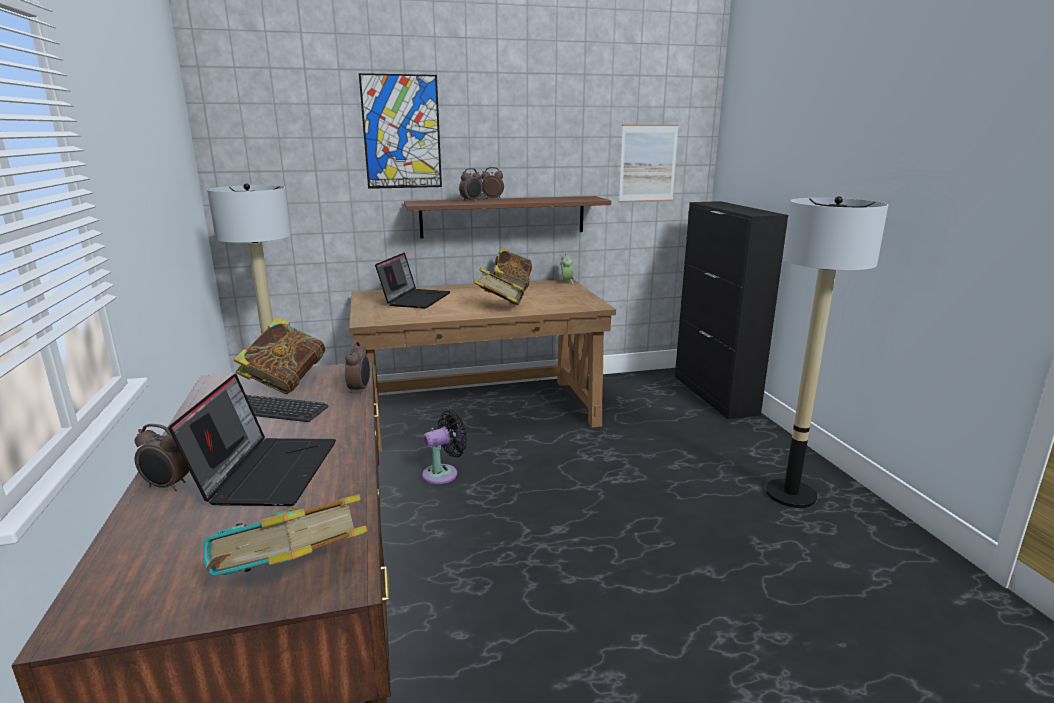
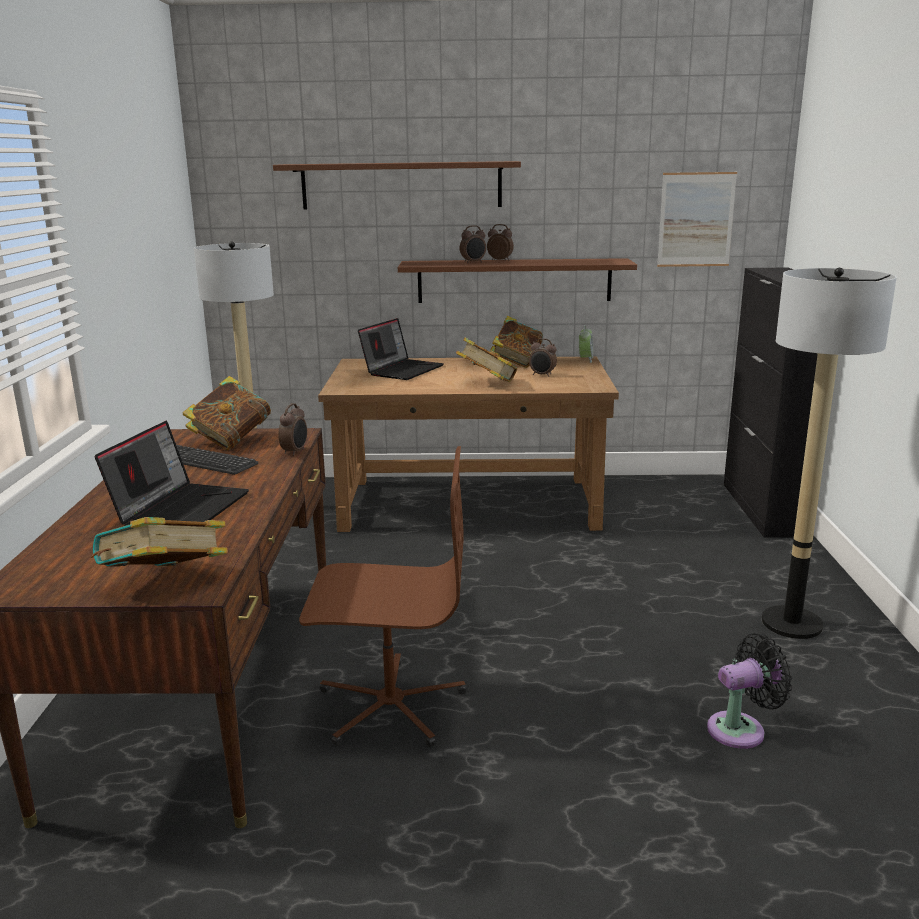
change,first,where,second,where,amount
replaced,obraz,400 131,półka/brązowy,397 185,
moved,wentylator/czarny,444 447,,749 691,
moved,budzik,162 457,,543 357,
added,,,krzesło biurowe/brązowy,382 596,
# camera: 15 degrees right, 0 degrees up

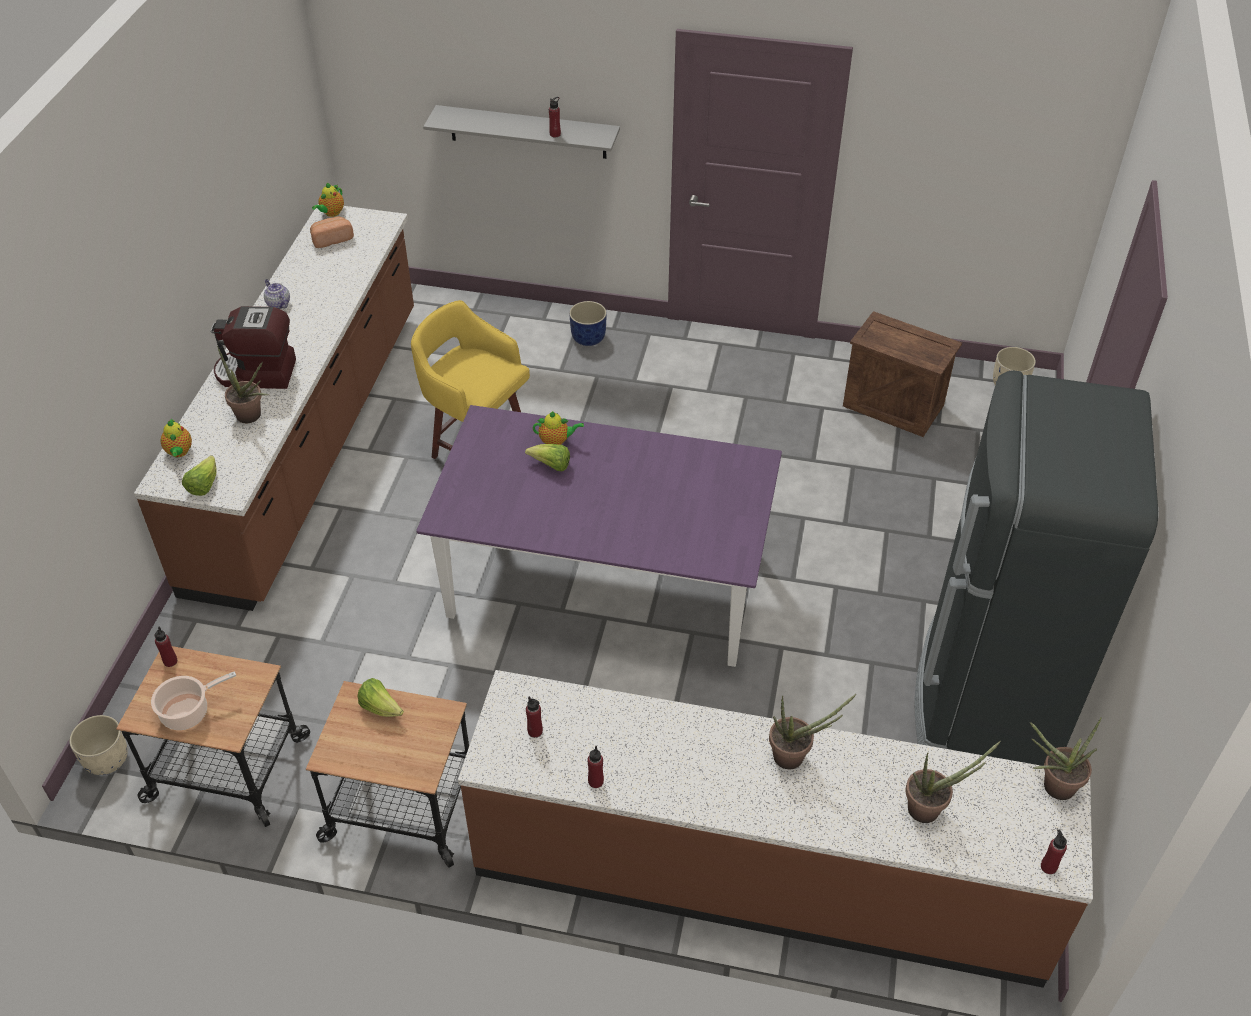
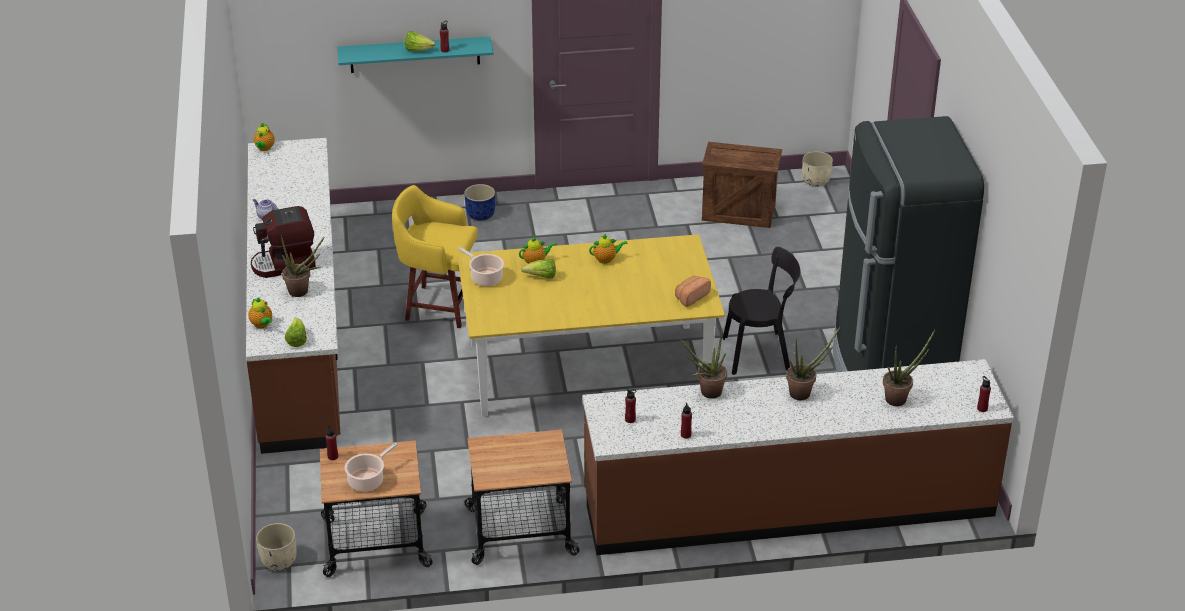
change,first,where,second,where,amount
recoloured,półka/szary,521 132,półka/turkusowy,415 54,
moved,chleb,332 232,,693 291,
recoloured,stół jadalny/fioletowy,599 536,stół jadalny/żółty,591 325,
moved,sałata,381 697,,420 41,
moved,roślina doniczkowa,1066 758,,703 364,
added,,,imbryk,608 249,
added,,,garnek,481 266,
added,,,krzesło/czarny,761 311,
# camera: 20 degrees left, 10 degrees down

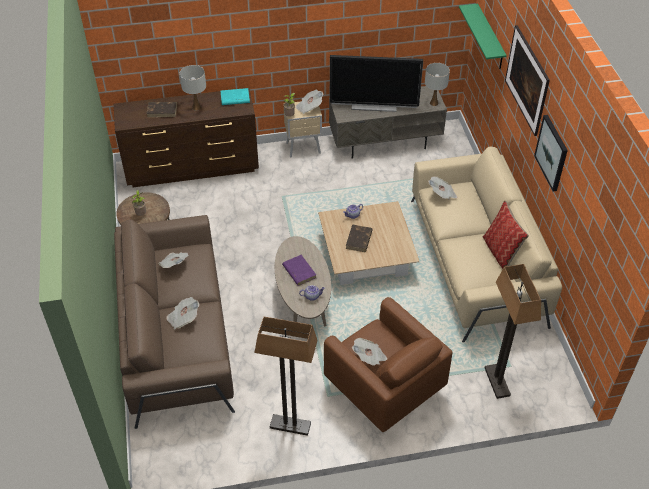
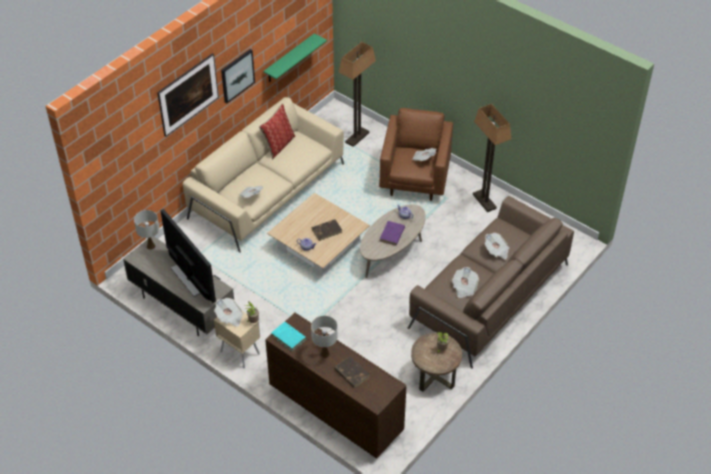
change,first,where,second,where,amount
moved,półka/zielony,483 36,,295 57,
# camera: 130 degrees left, 0 degrees up

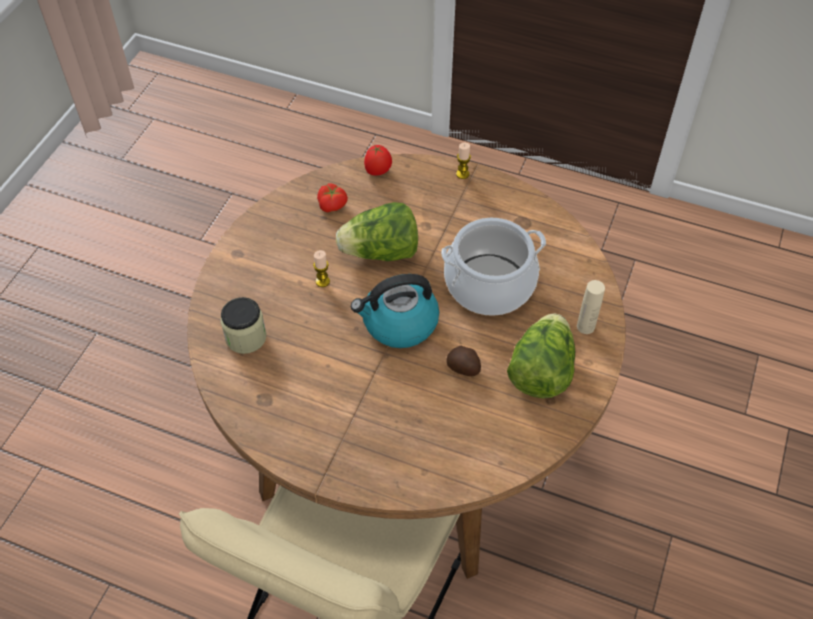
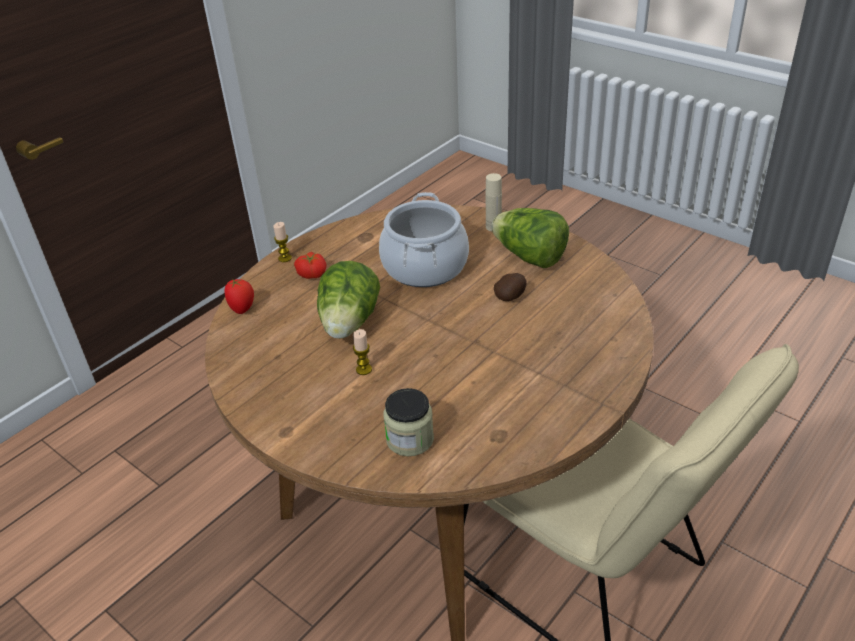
change,first,where,second,where,amount
moved,pomidor,332 197,,310 265,
removed,czajnik,395 311,,,
# camera: 70 degrees left, 15 degrees down

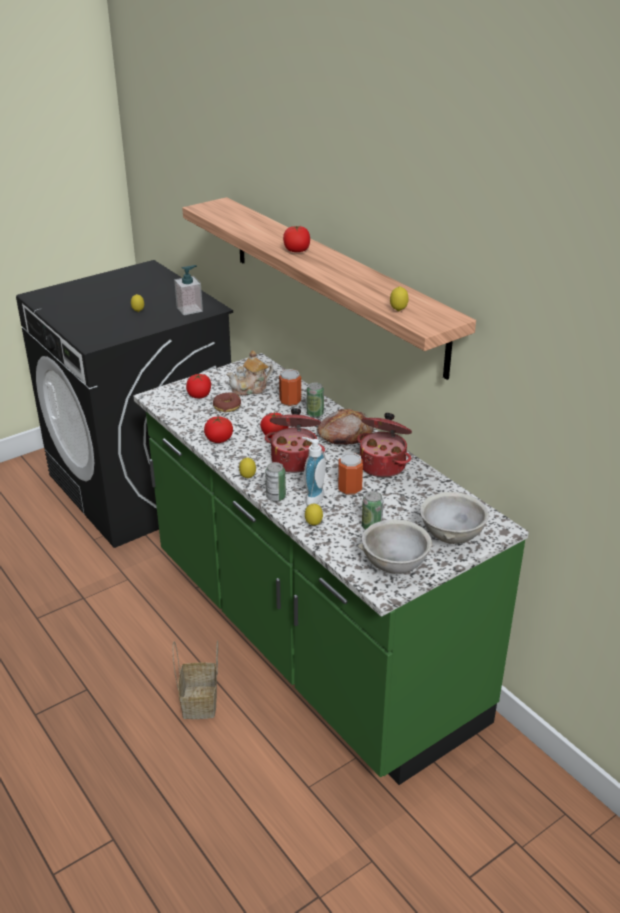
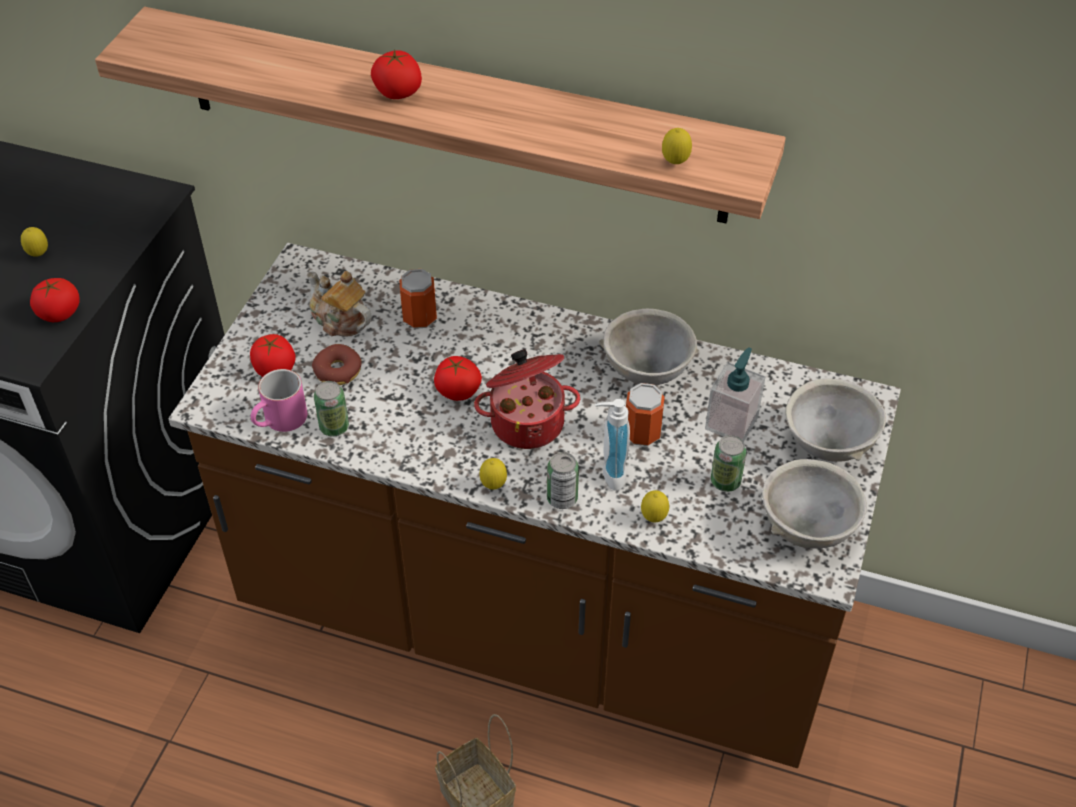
change,first,where,second,where,amount
moved,dozownik mydła,188 290,,735 394,
turned,imbryk,249 373,,339 304,105 degrees clockwise
recoloured,zabudowa kuchenna/zielony,331 569,zabudowa kuchenna/brązowy,535 505,
moved,puszka,315 399,,331 409,
removed,chleb,345 426,,,
replaced,garnek,384 445,miska/szary,649 347,
moved,pomidor,218 429,,55 300,
added,,,kubek/różowy,279 400,
# camera: 35 degrees left, 15 degrees up

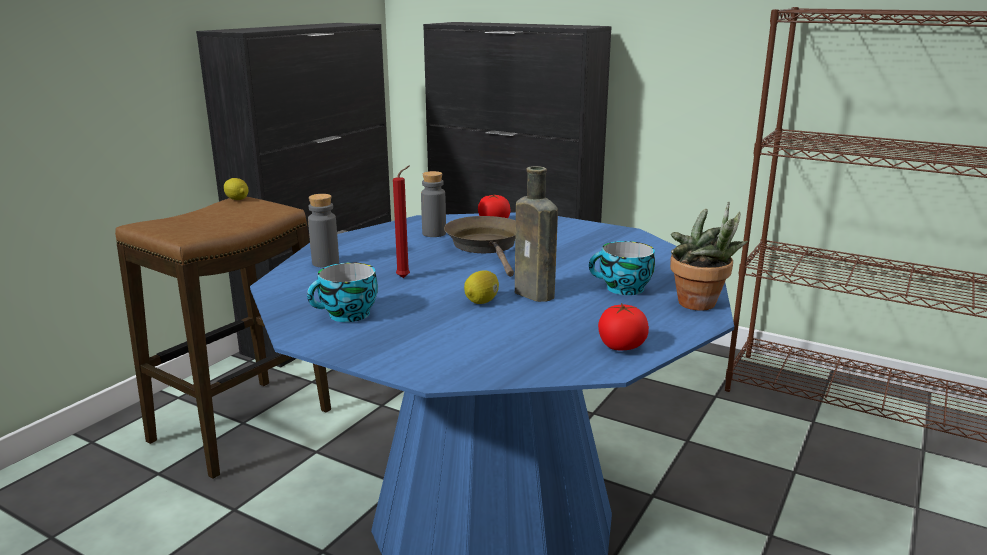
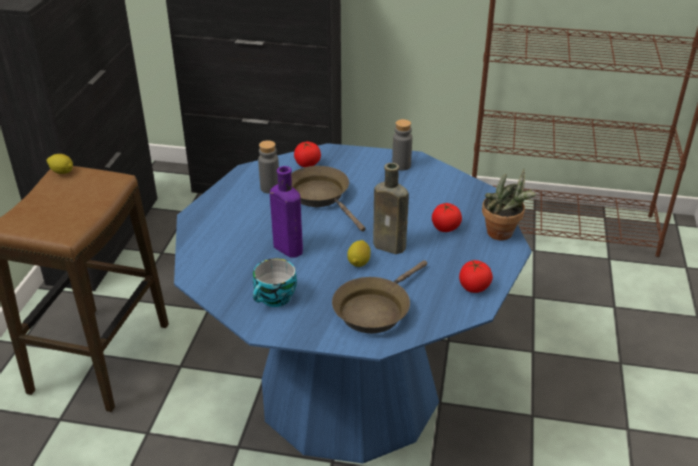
change,first,where,second,where,amount
replaced,świeca/czerwony,401 222,butelka/fioletowy,286 211,
moved,butelka/szary,323 231,,402 145,
replaced,filiżanka,622 268,pomidor,447 217,
added,,,patelnia/brązowy,379 296,
# camera: 20 degrees left, 15 degrees up

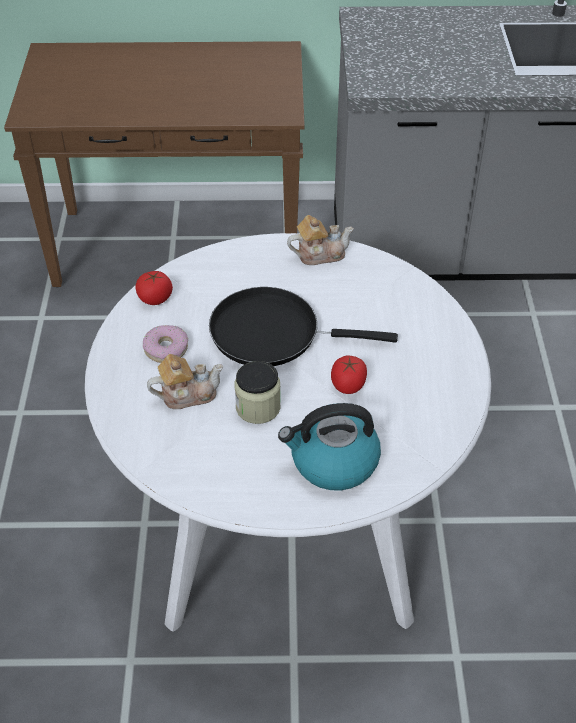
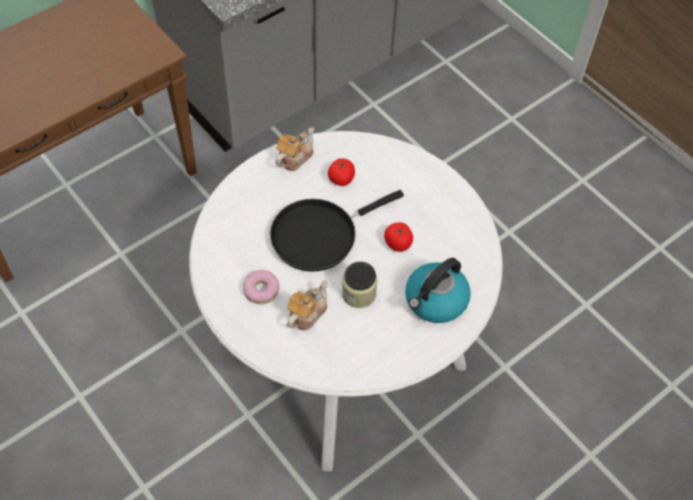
change,first,where,second,where,amount
moved,pomidor,154 288,,341 172,
# camera: 40 degrees left, 10 degrees up

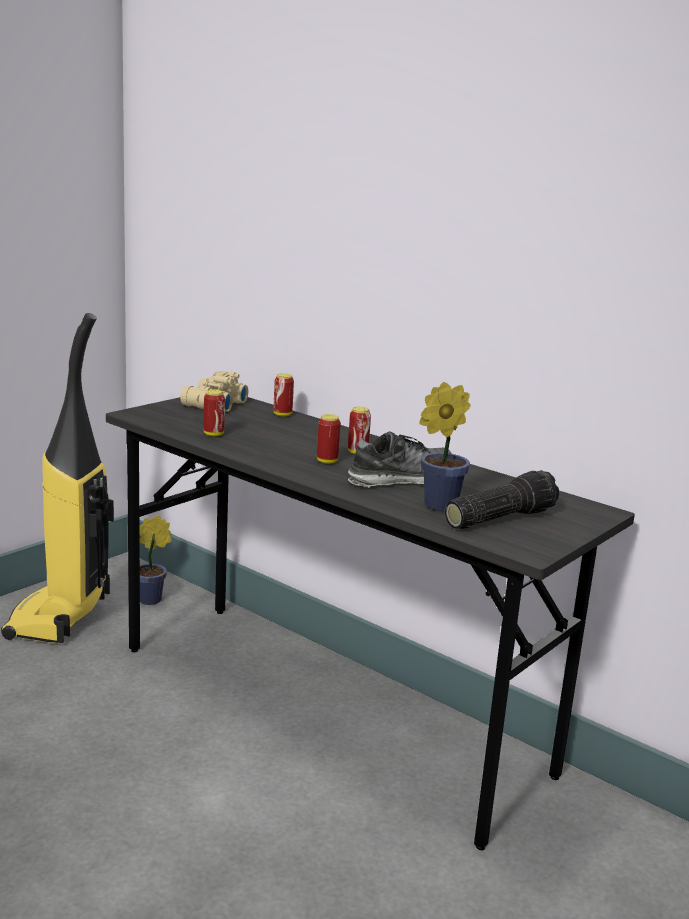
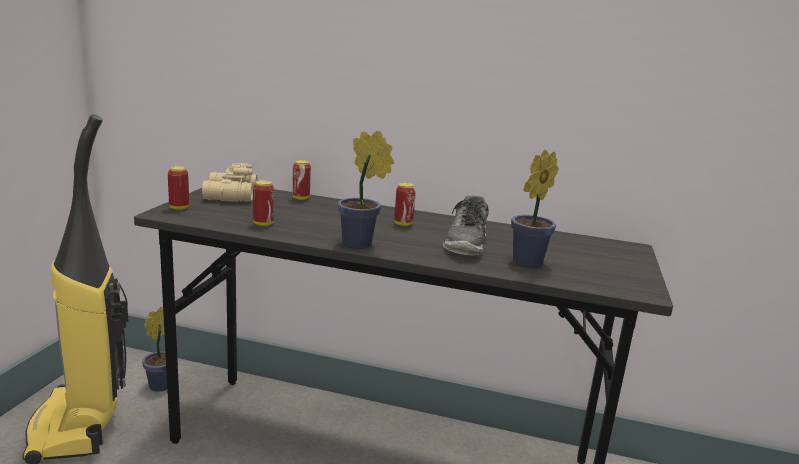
change,first,where,second,where,amount
moved,puszka,329 439,,178 188,
turned,but,400 459,,466 225,150 degrees clockwise
removed,latarka,502 499,,,
added,,,roślina doniczkowa,366 189,
# camera: 25 degrees left, 0 degrees up

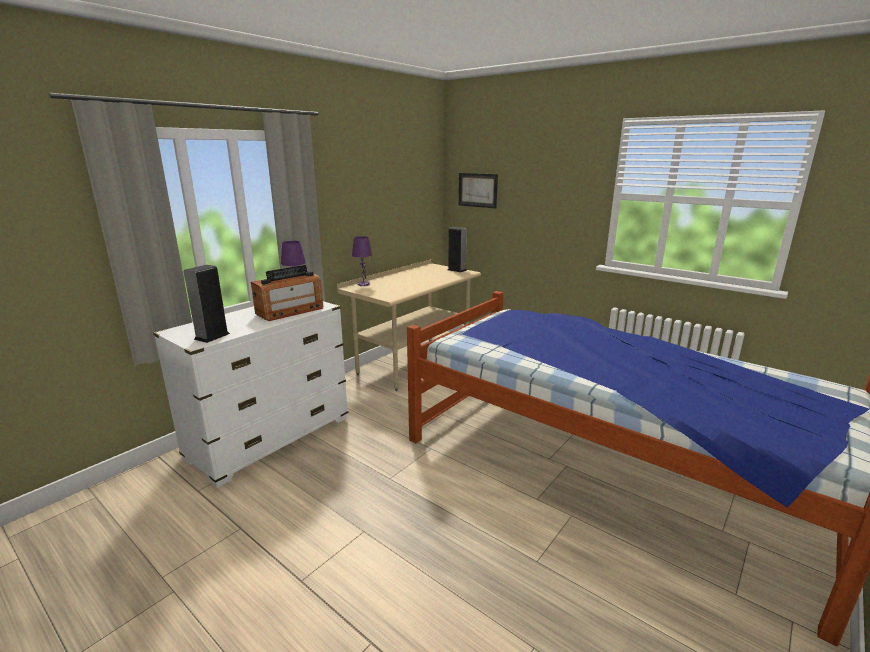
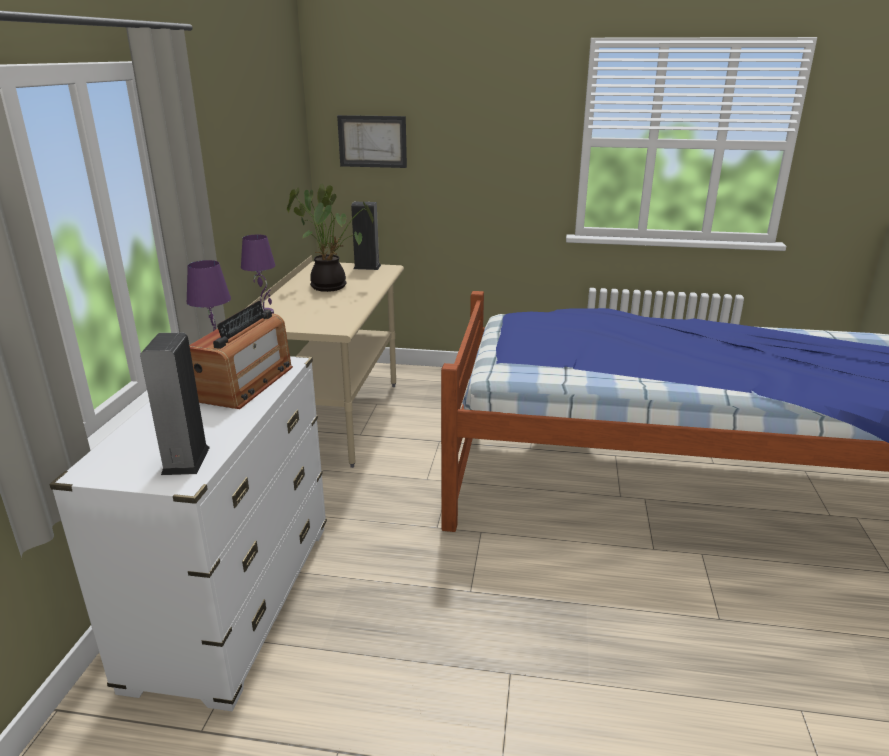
change,first,where,second,where,amount
added,,,roślina doniczkowa,330 238,
# camera: 30 degrees left, 5 degrees up

